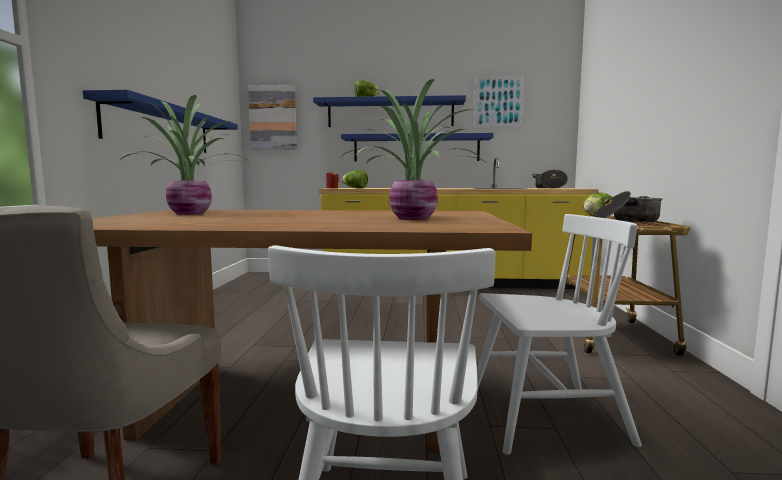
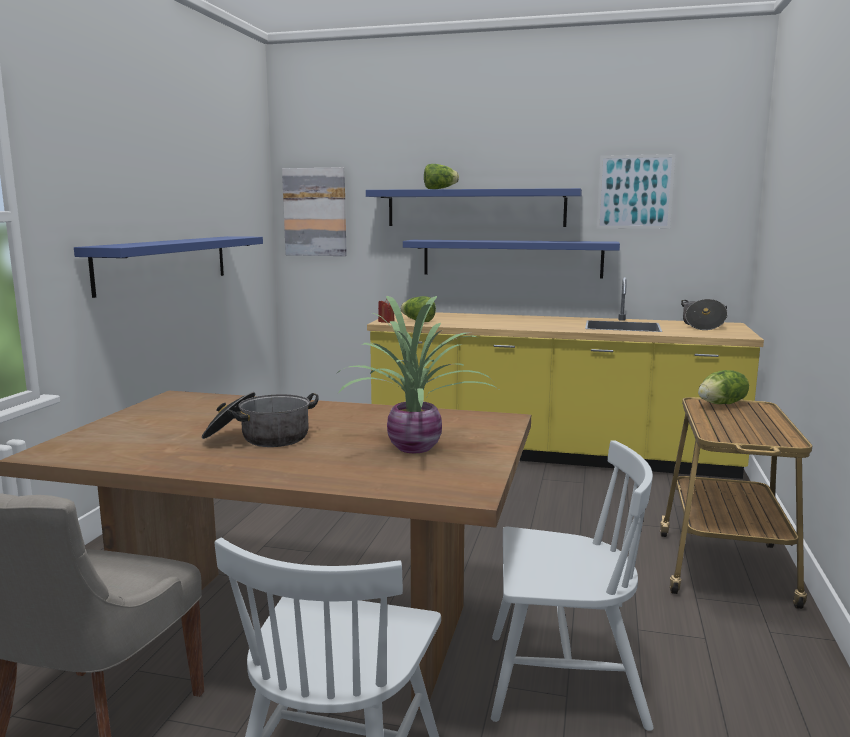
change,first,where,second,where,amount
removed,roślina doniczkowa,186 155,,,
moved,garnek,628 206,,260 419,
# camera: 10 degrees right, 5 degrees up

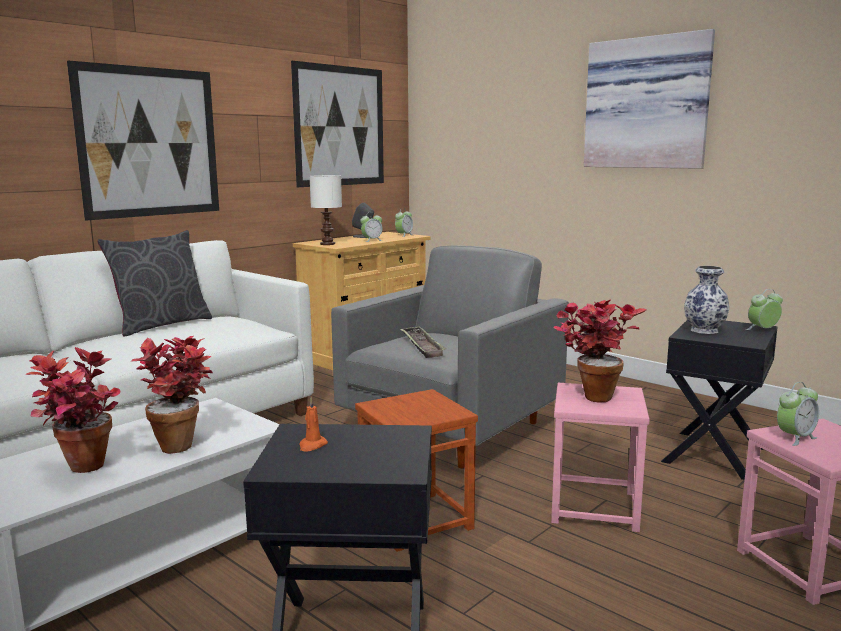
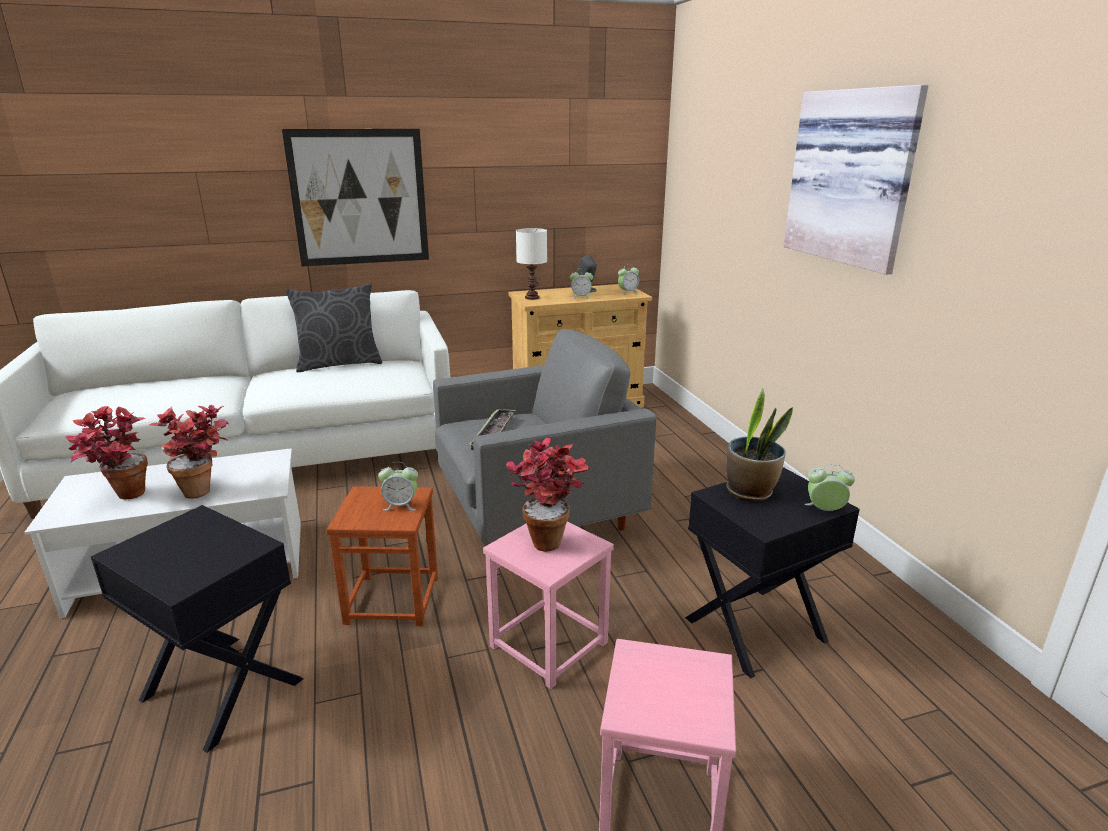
change,first,where,second,where,amount
removed,obraz,337 124,,,
replaced,wazon,706 300,roślina doniczkowa,759 445,
moved,budzik,798 414,,398 486,
removed,świeca/pomarańczowy,313 424,,,
# camera: 30 degrees right, 10 degrees up

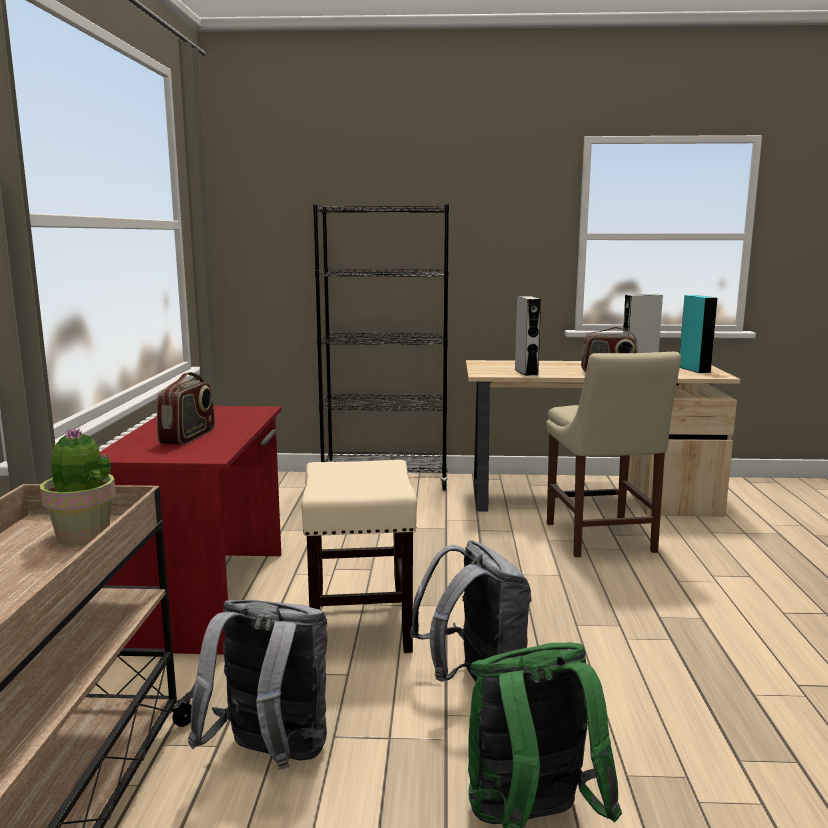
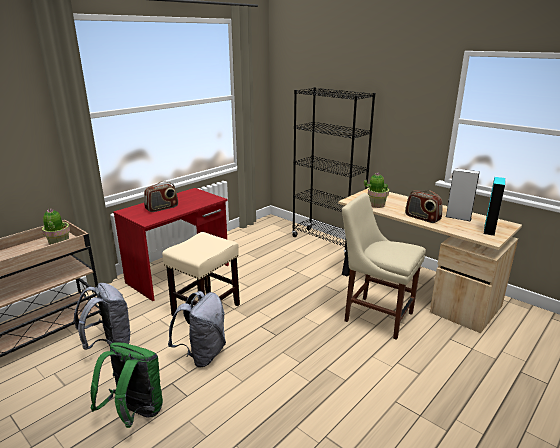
change,first,where,second,where,amount
replaced,głośnik/szary,527 336,roślina doniczkowa,376 190,
turned,krzesło/beżowy,613 454,,384 266,90 degrees clockwise
# camera: 40 degrees right, 10 degrees up

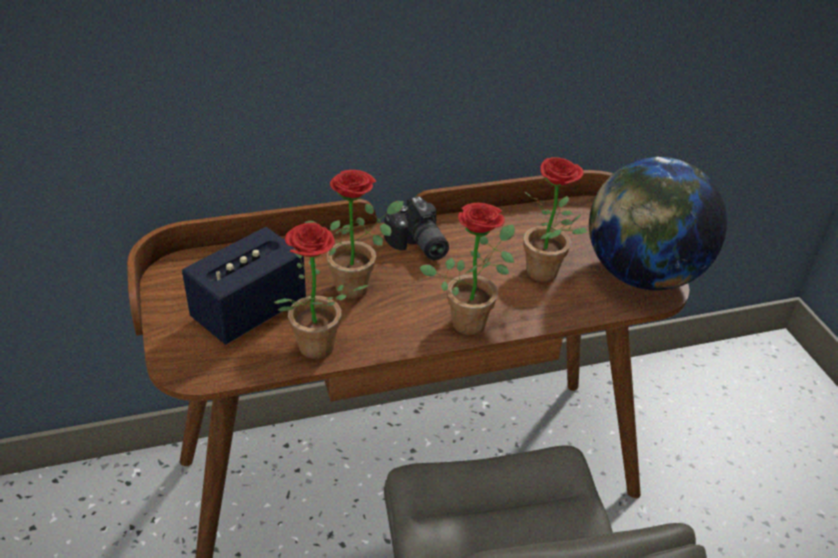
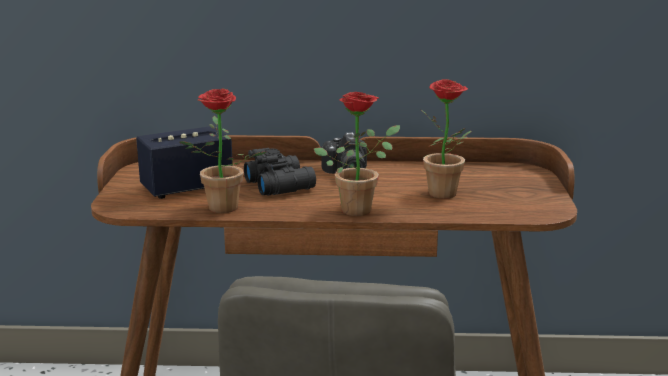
change,first,where,second,where,amount
removed,globus,658 223,,,
replaced,roślina doniczkowa,354 234,lornetka/czarny,280 172,
# camera: 20 degrees right, 20 degrees down

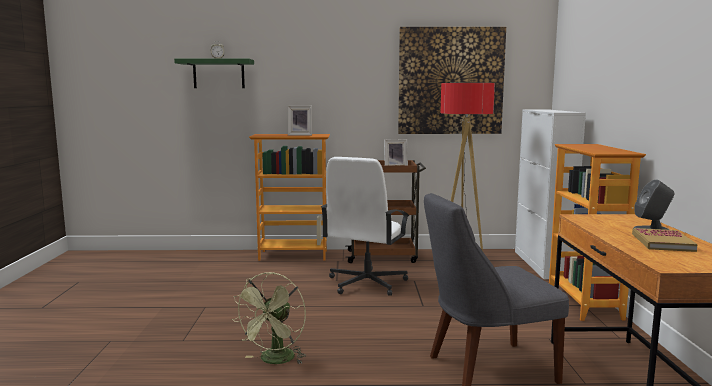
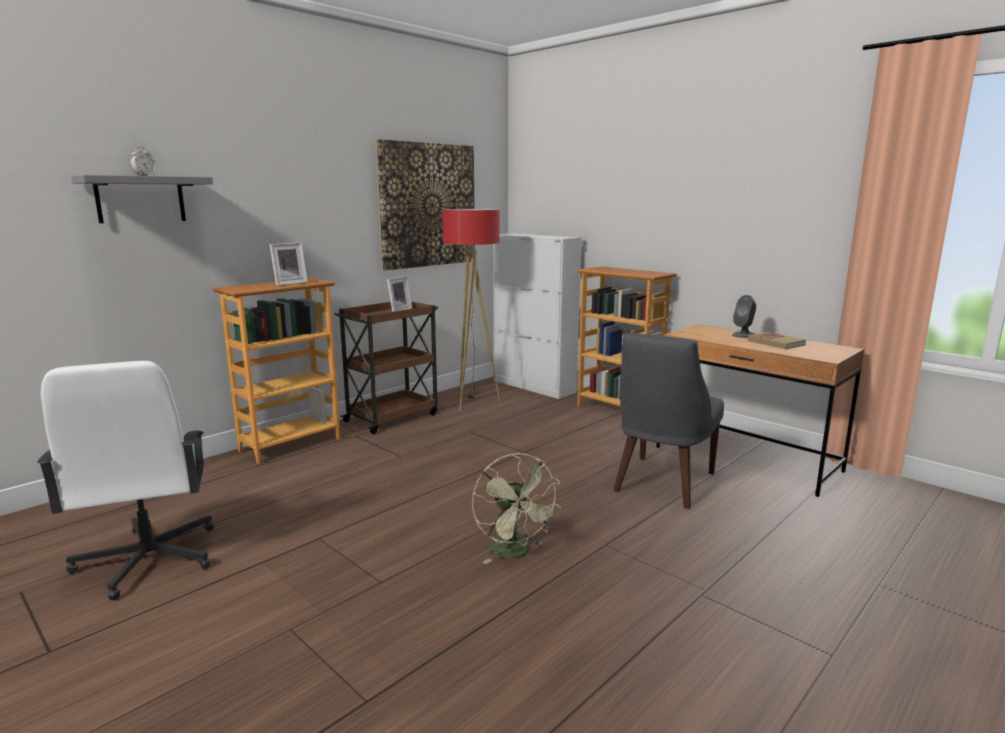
change,first,where,second,where,amount
recoloured,półka/zielony,214 73,półka/szary,142 199,
moved,krzesło biurowe/biały,365 226,,125 480,
# camera: 45 degrees left, 5 degrees up

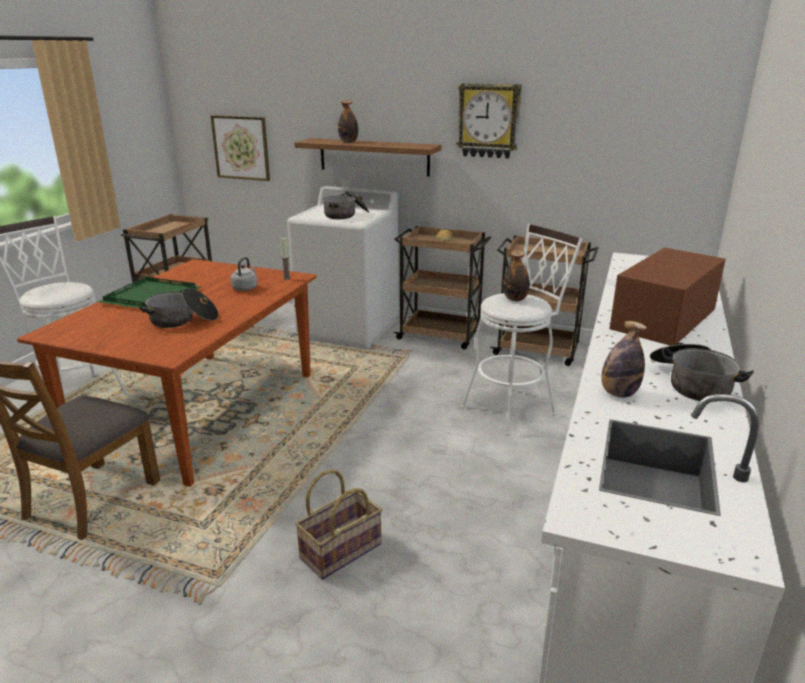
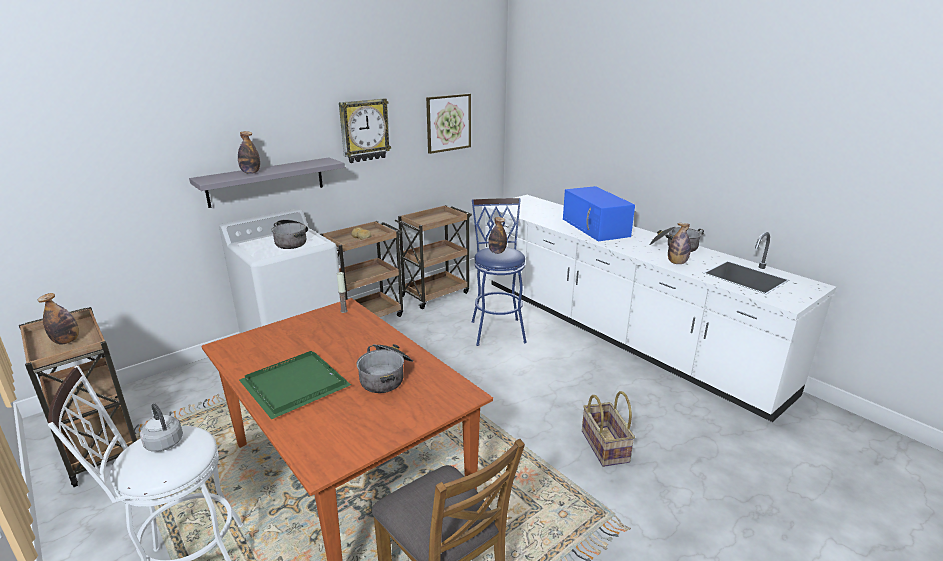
change,first,where,second,where,amount
moved,obraz,240 148,,448 124,
recoloured,półka/brązowy,368 157,półka/szary,267 182,
recoloured,stołek/biały,521 330,stołek/niebieski,499 272,
recoloured,mikrofalówka/brązowy,668 296,mikrofalówka/niebieski,599 213,
moved,czajnik/szary,244 274,,161 427,
added,,,butelka,58 319,
# camera: 60 degrees left, 0 degrees up

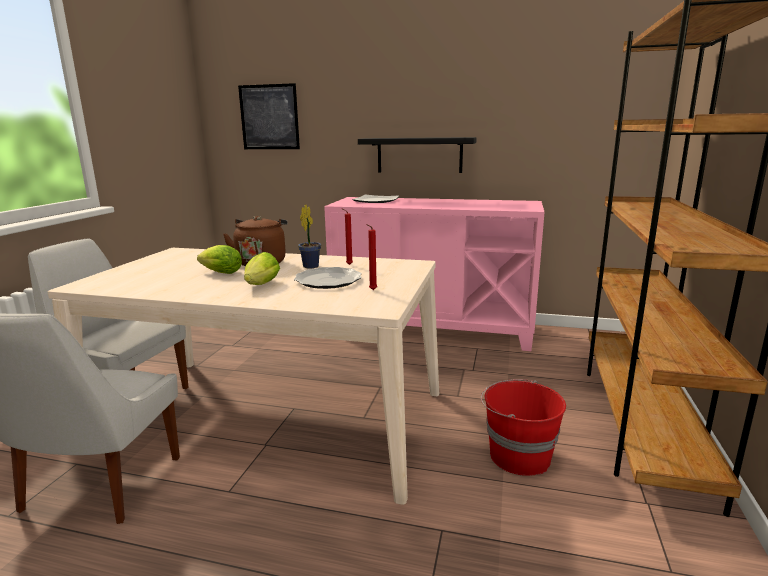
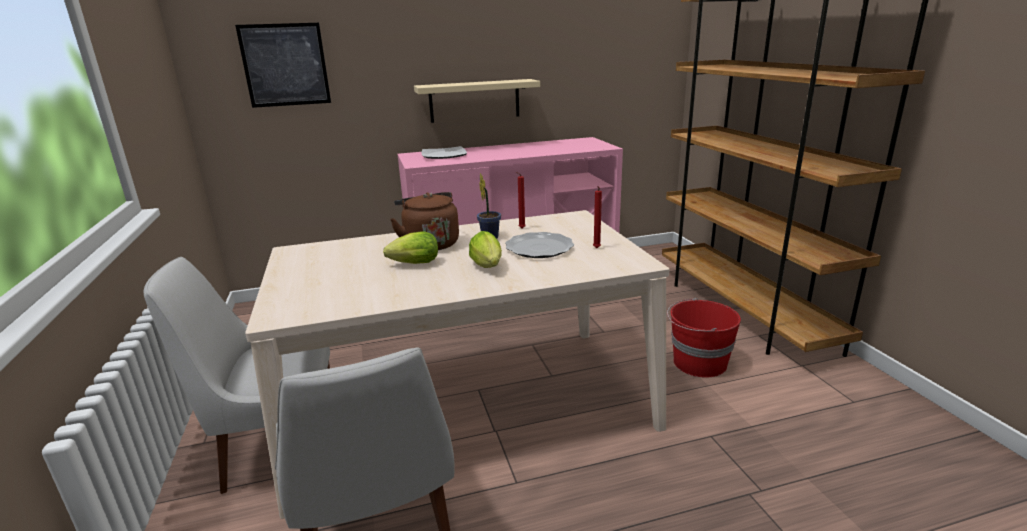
change,first,where,second,where,amount
recoloured,półka/czarny,417 155,półka/beżowy,477 101,
# camera: 30 degrees left, 5 degrees up

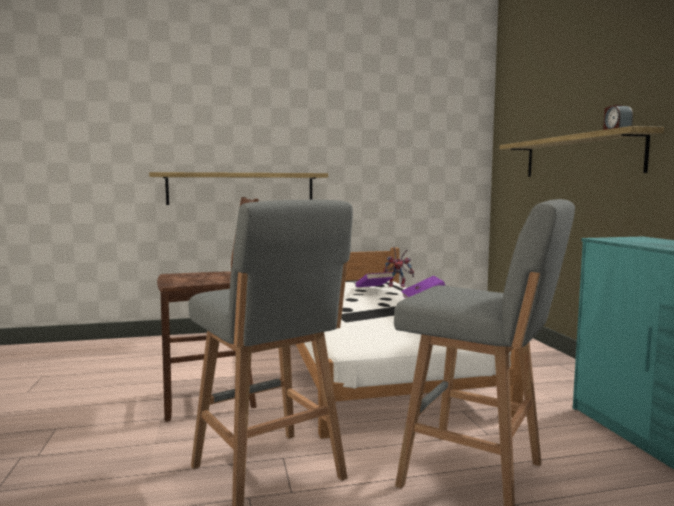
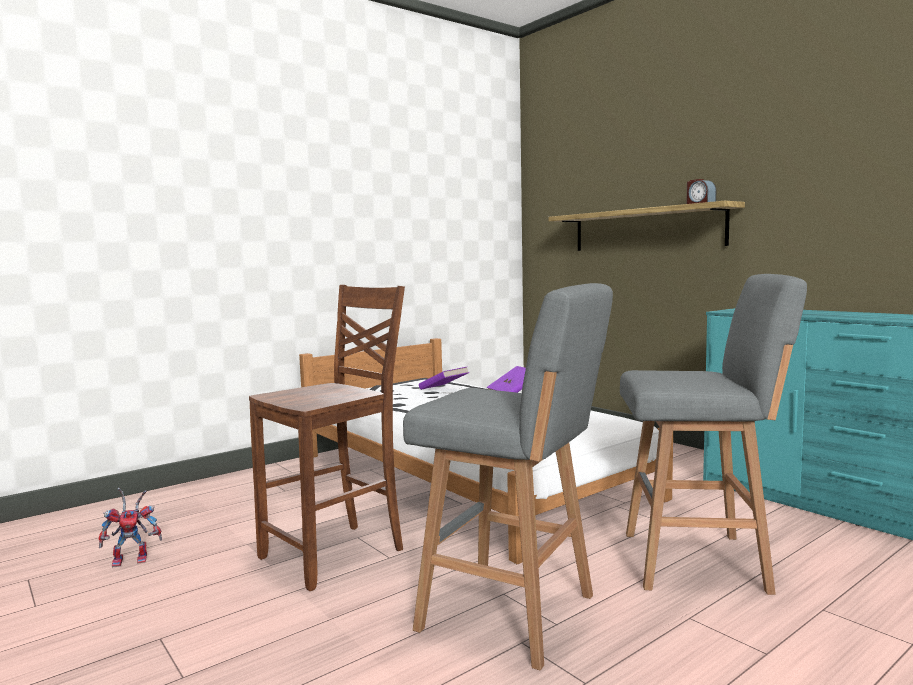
change,first,where,second,where,amount
removed,półka,238 188,,,
moved,robot zabawkowy,399 266,,130 528,
# camera: 25 degrees left, 0 degrees up

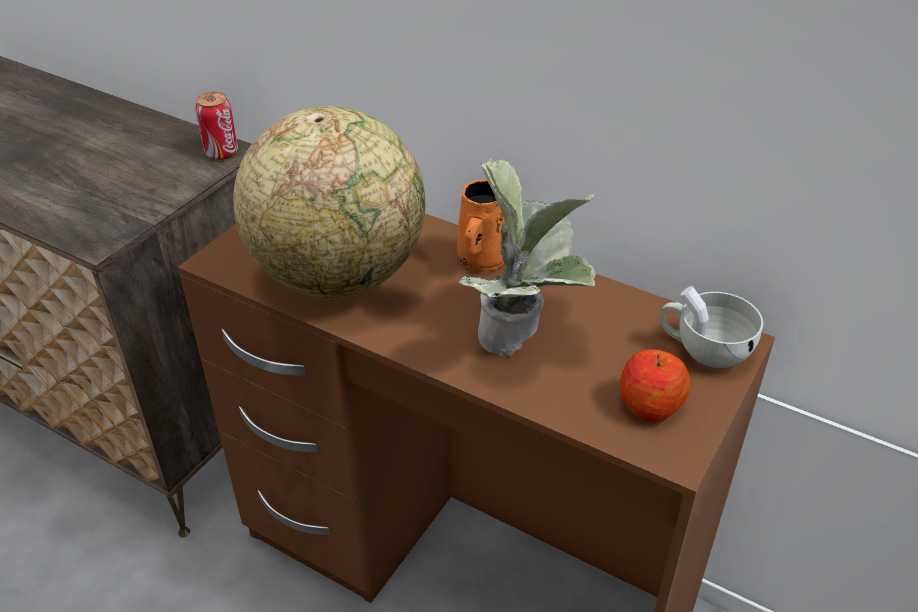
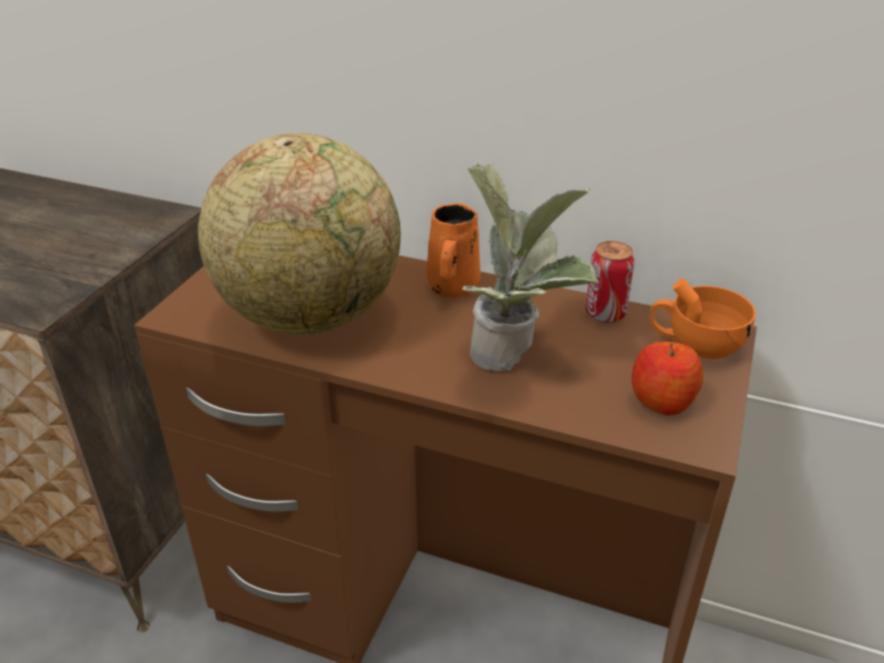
change,first,where,second,where,amount
moved,puszka,216 126,,610 282,
recoloured,filiżanka/biały,711 327,filiżanka/pomarańczowy,703 318,
# camera: 10 degrees left, 5 degrees down

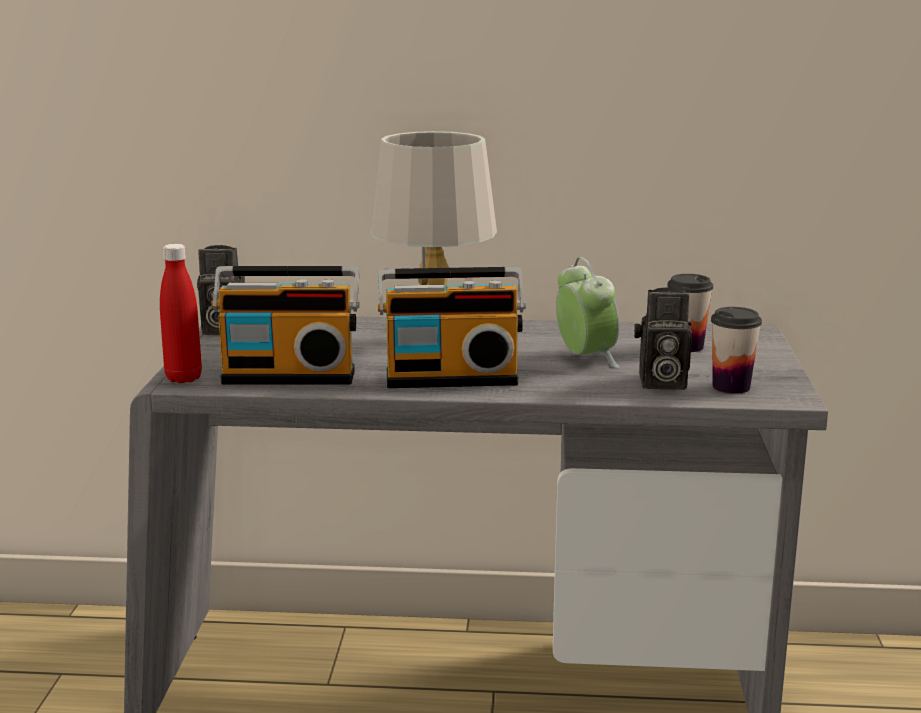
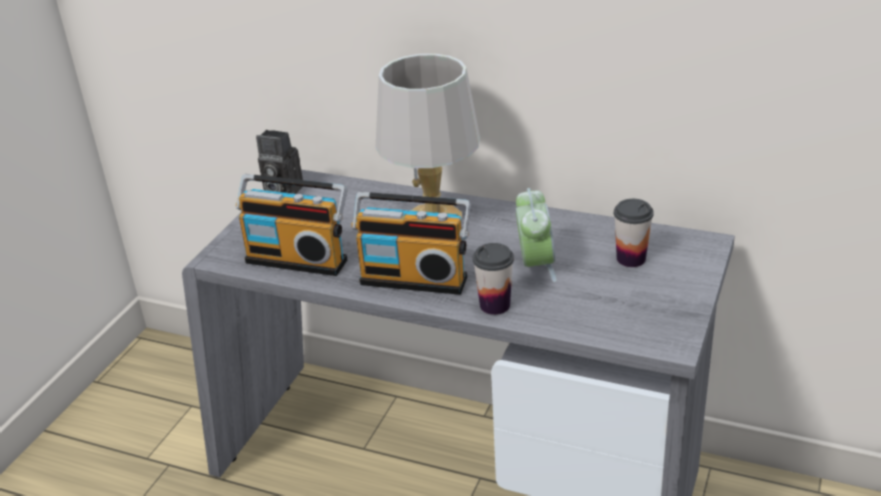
change,first,where,second,where,amount
removed,butelka/czerwony,181 313,,,
removed,aparat fotograficzny,663 338,,,
moved,filiżanka,736 350,,493 279,
# camera: 20 degrees right, 15 degrees up

